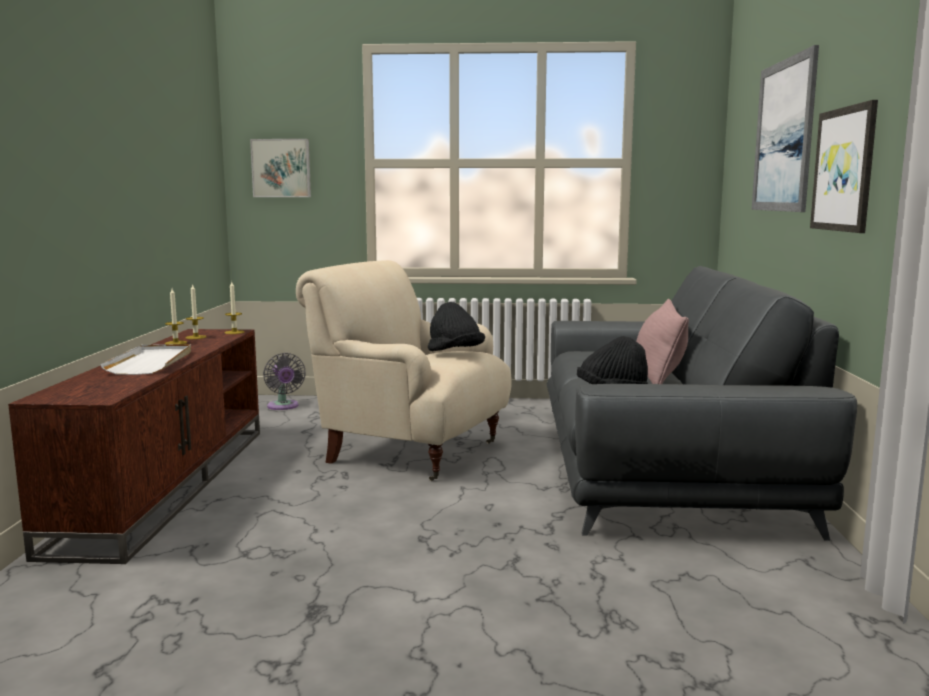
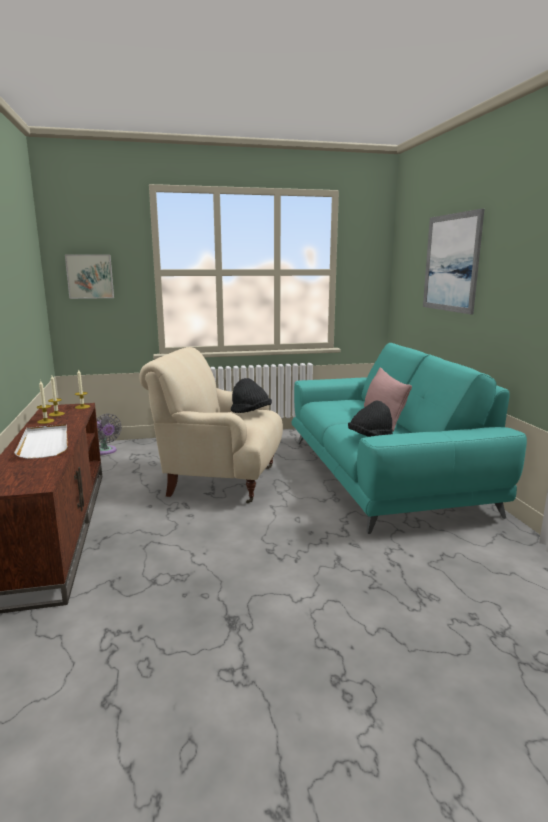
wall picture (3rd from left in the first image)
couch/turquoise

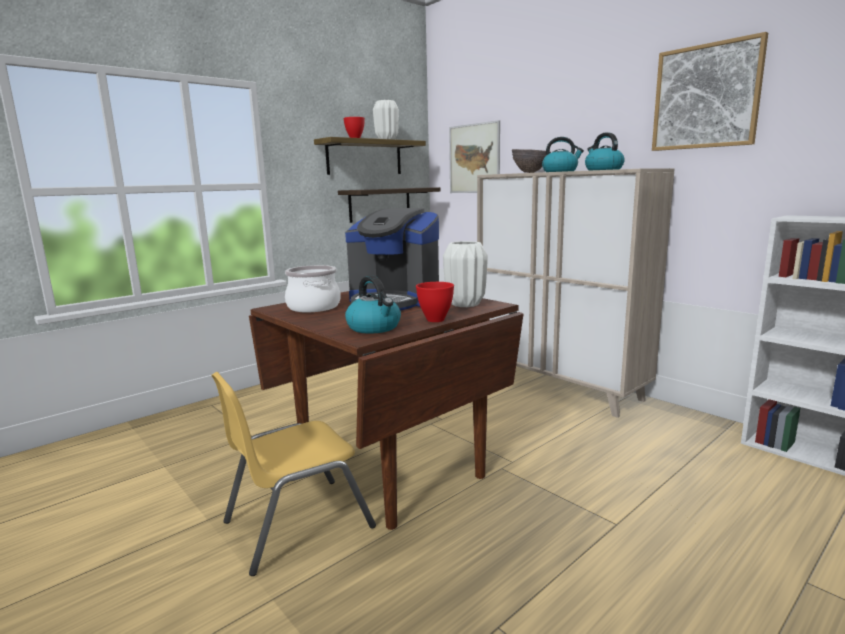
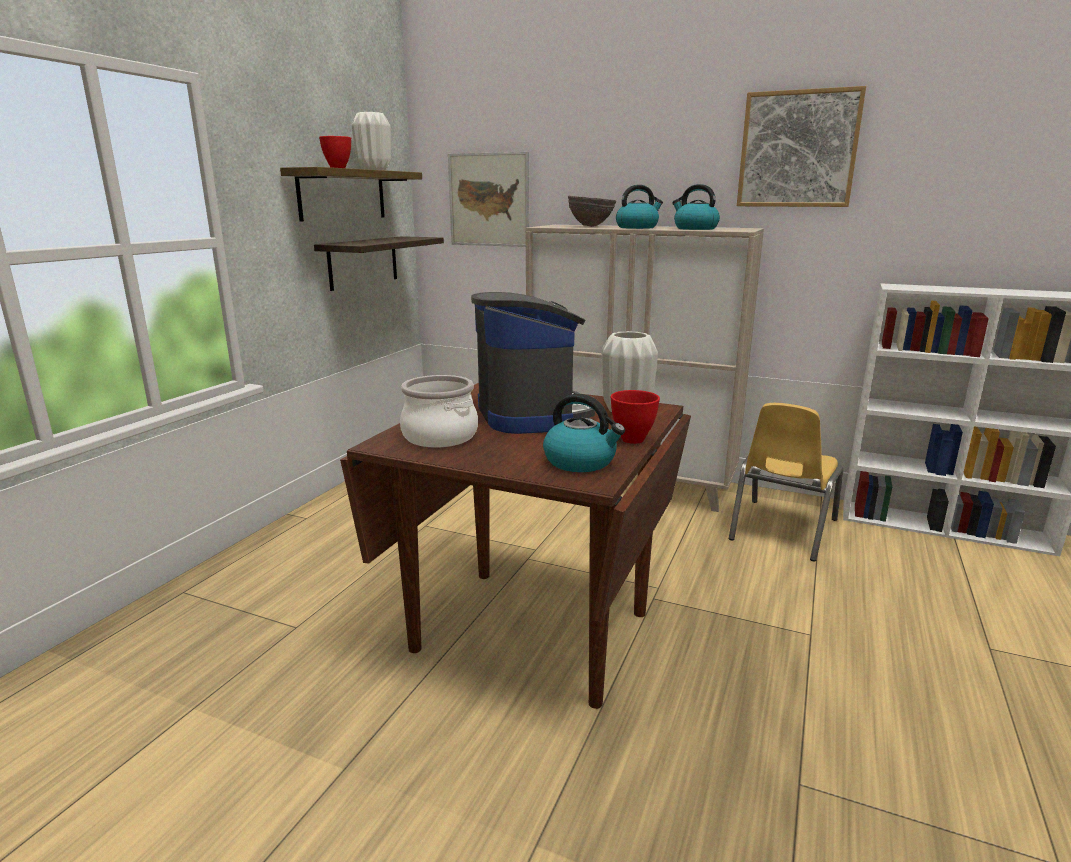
plain chair/yellow-coloured
coffee brewer

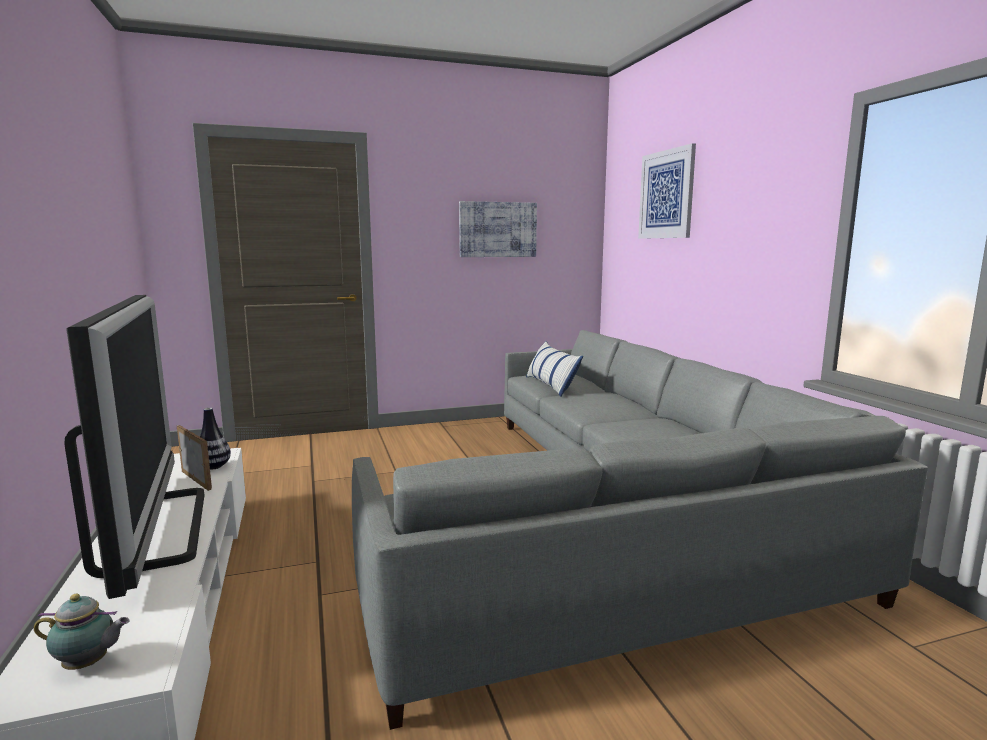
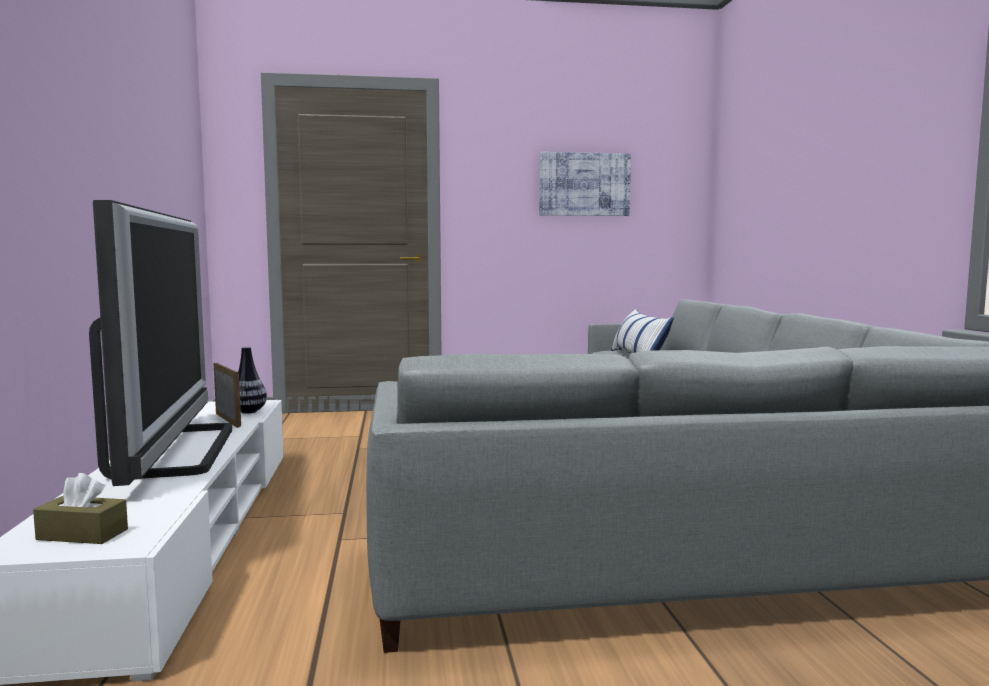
wall picture (2nd from left in the first image)
box of tissues/brown-coloured

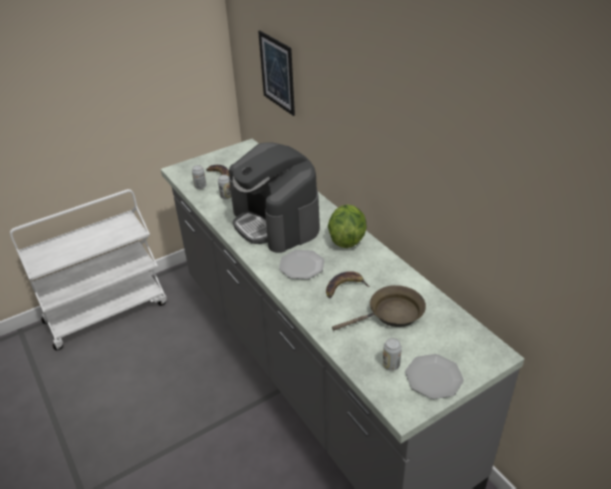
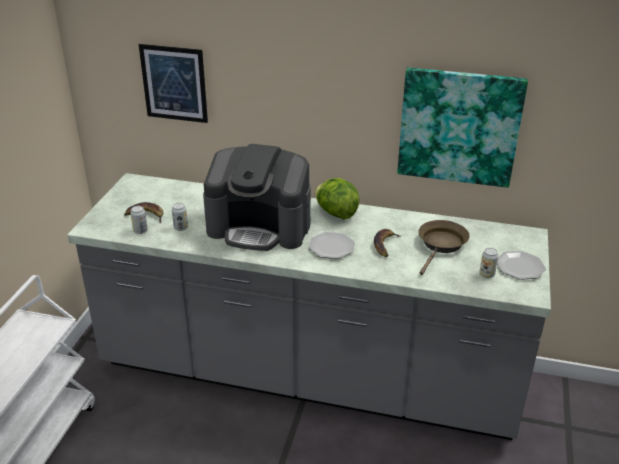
wall picture (2nd from left)

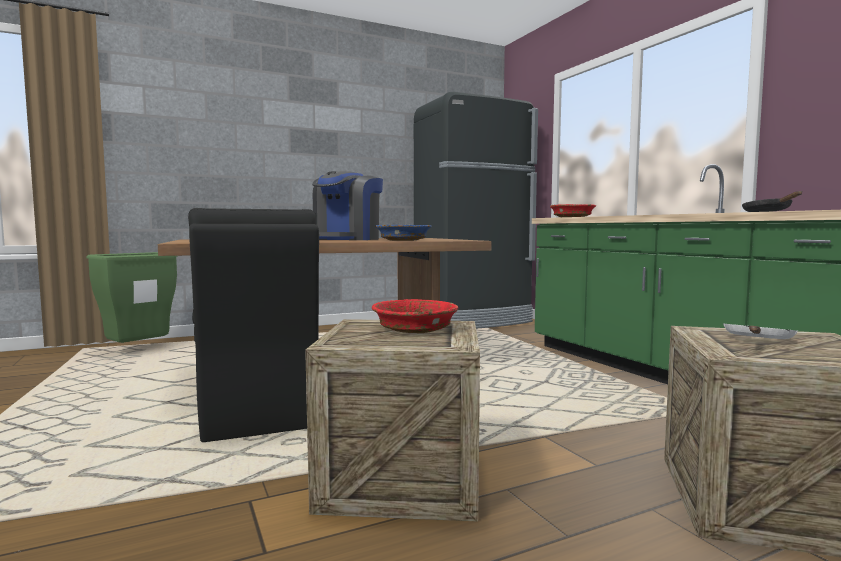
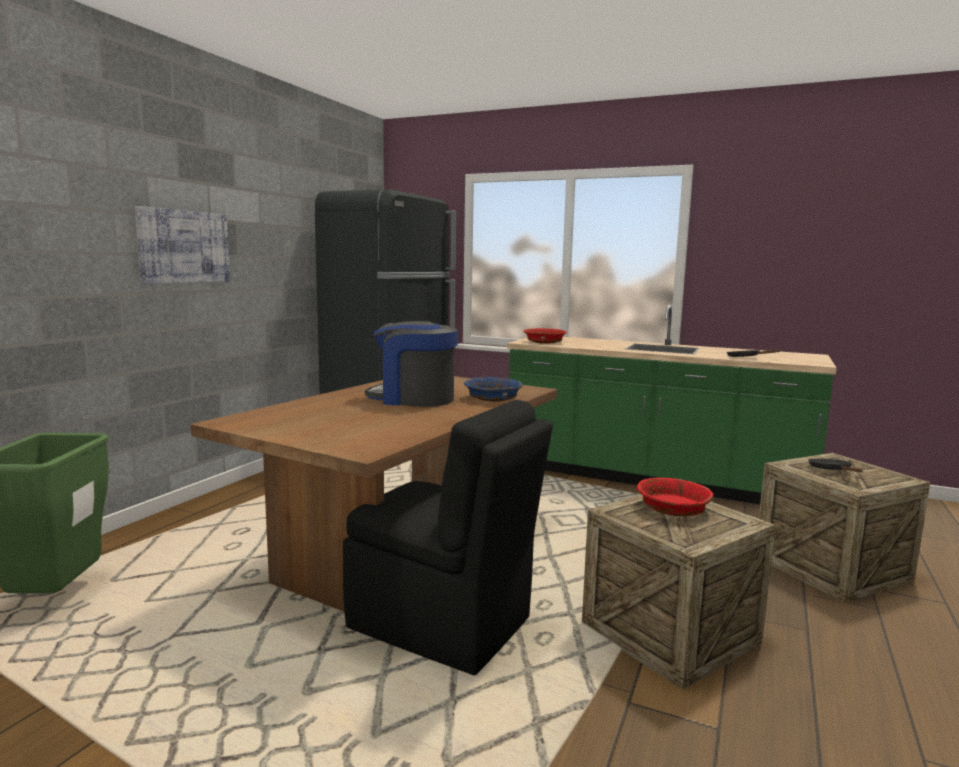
wall picture
pan/black (2nd from left)
coffee brewer

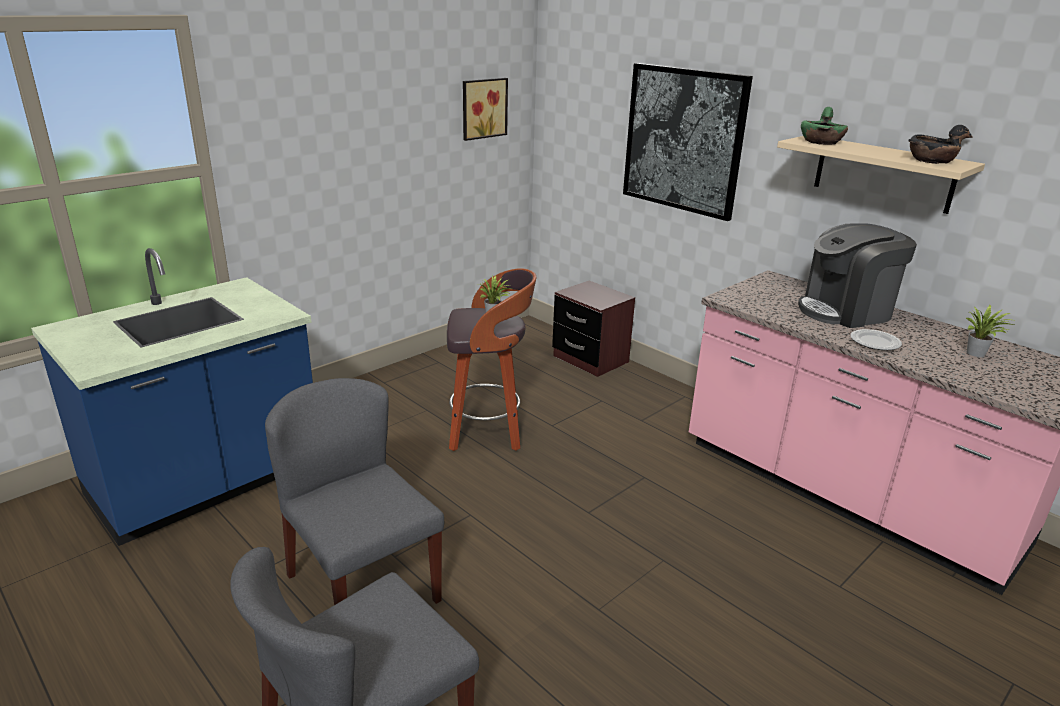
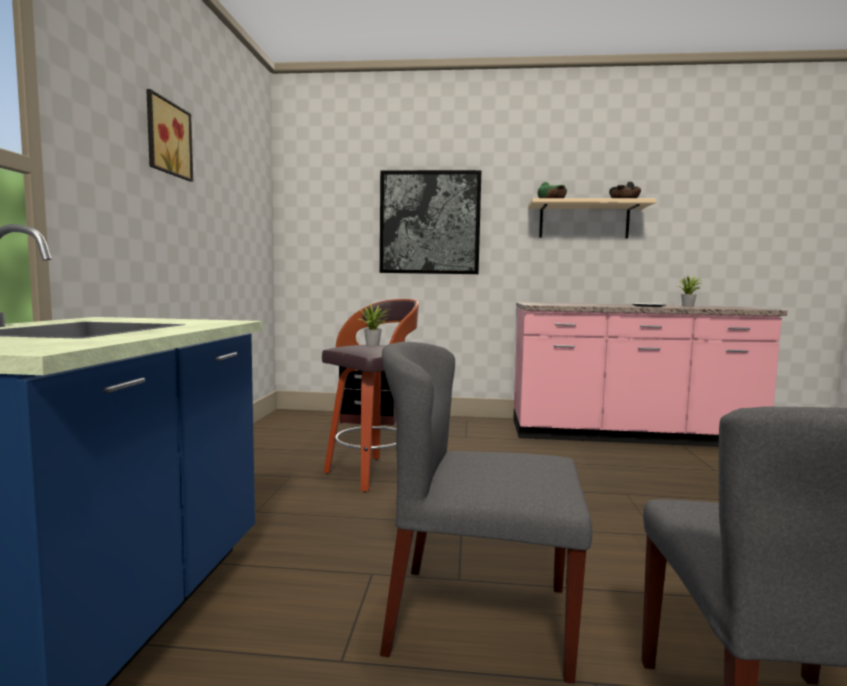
coffee brewer
wall picture (1st from left)

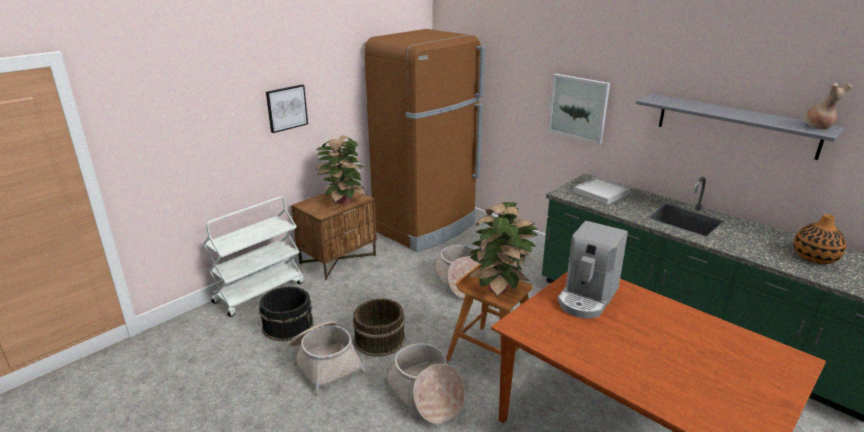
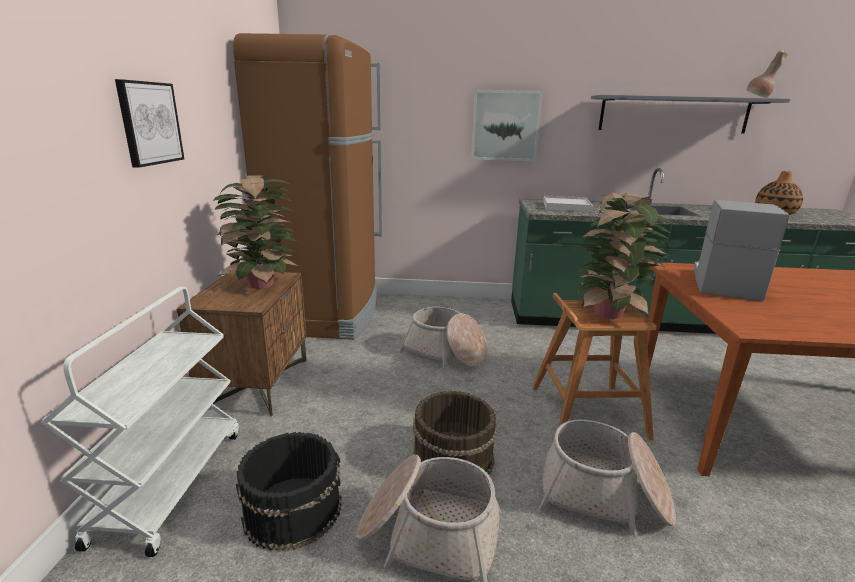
coffee brewer

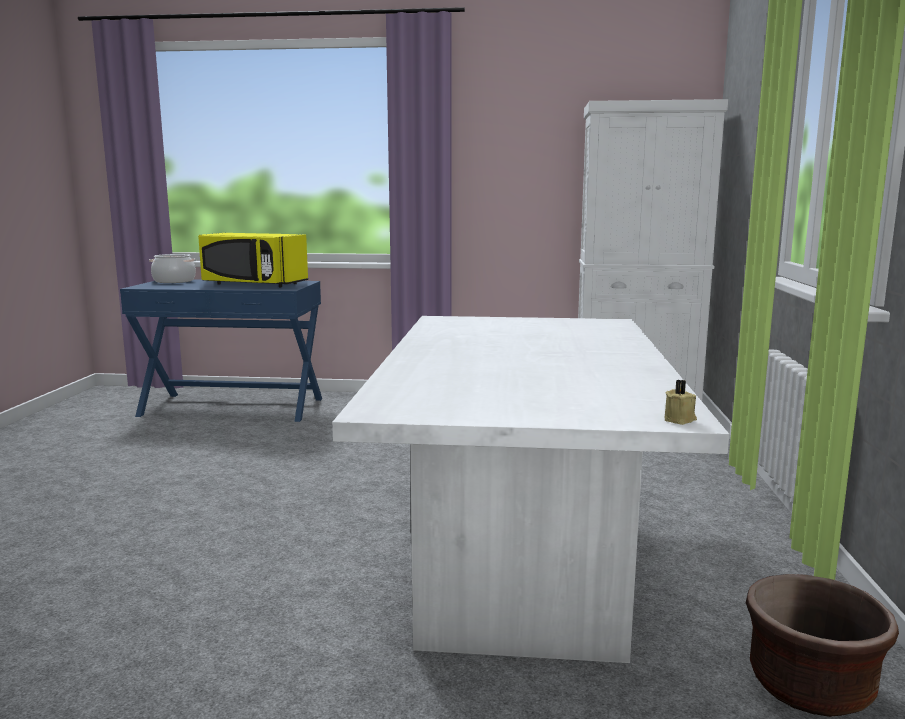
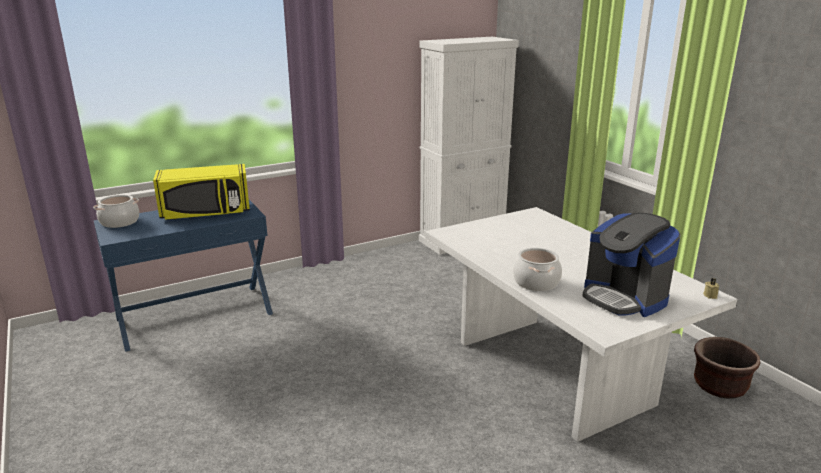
stockpot (2nd from left)
coffee brewer

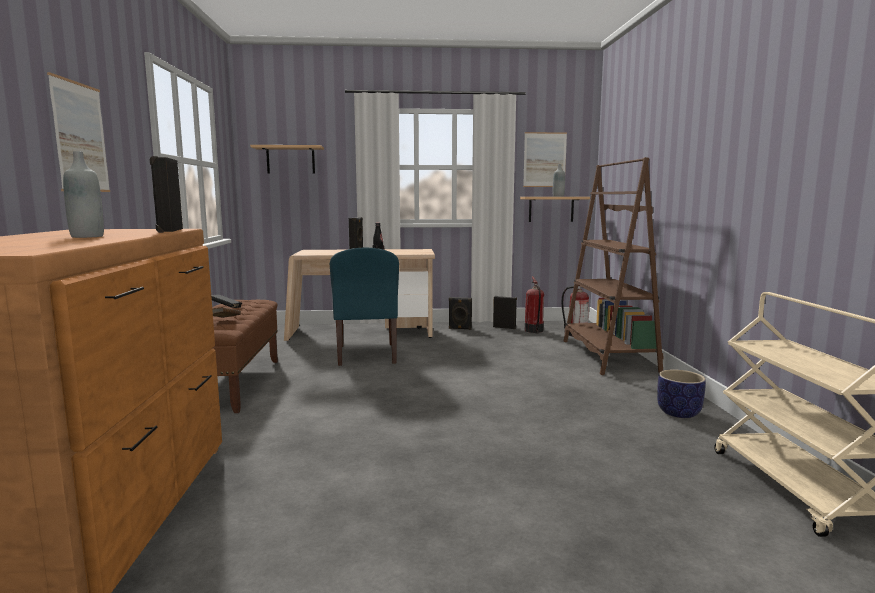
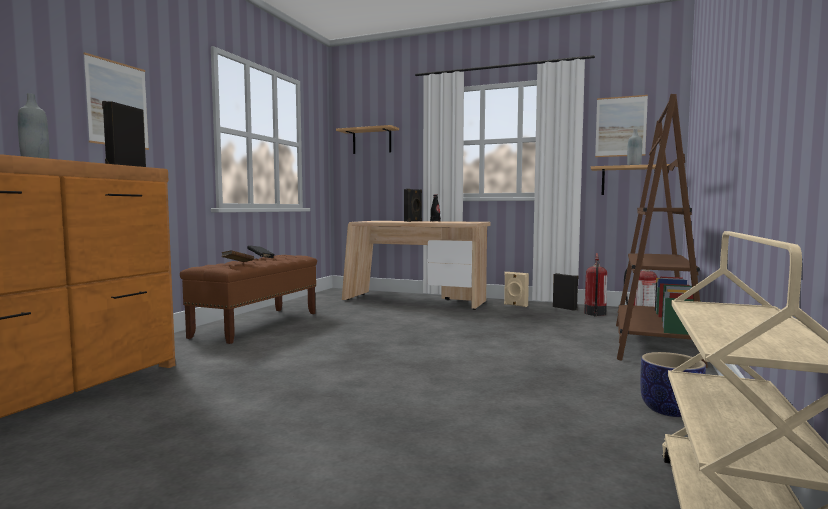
plain chair/bluish
audio speaker/sand-coloured

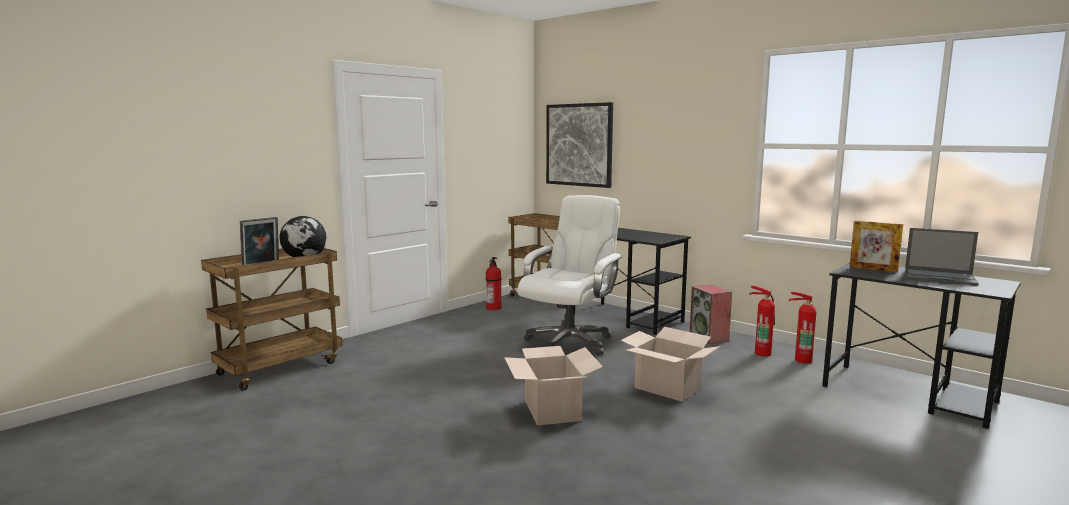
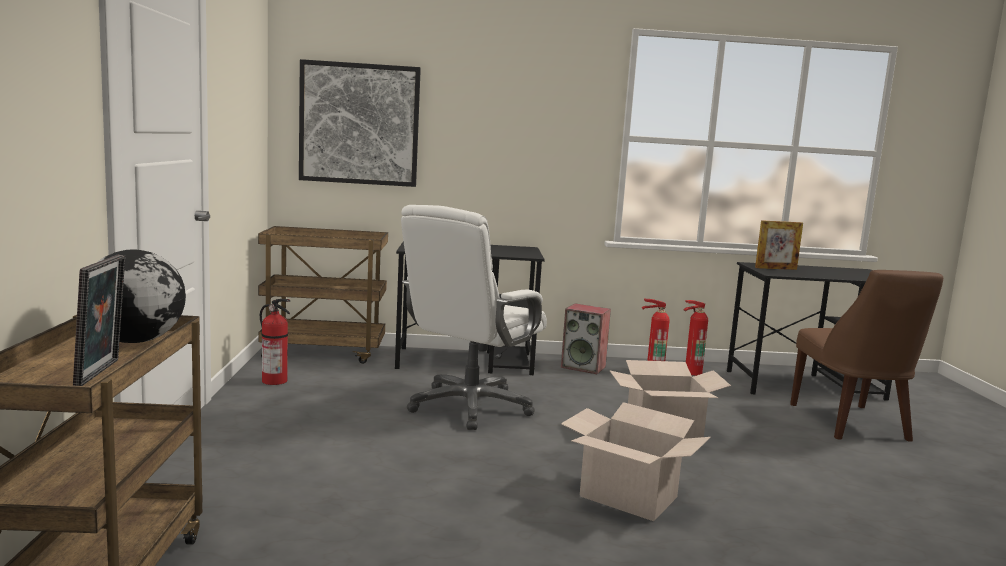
laptop
plain chair/brown-coloured
office chair/white

